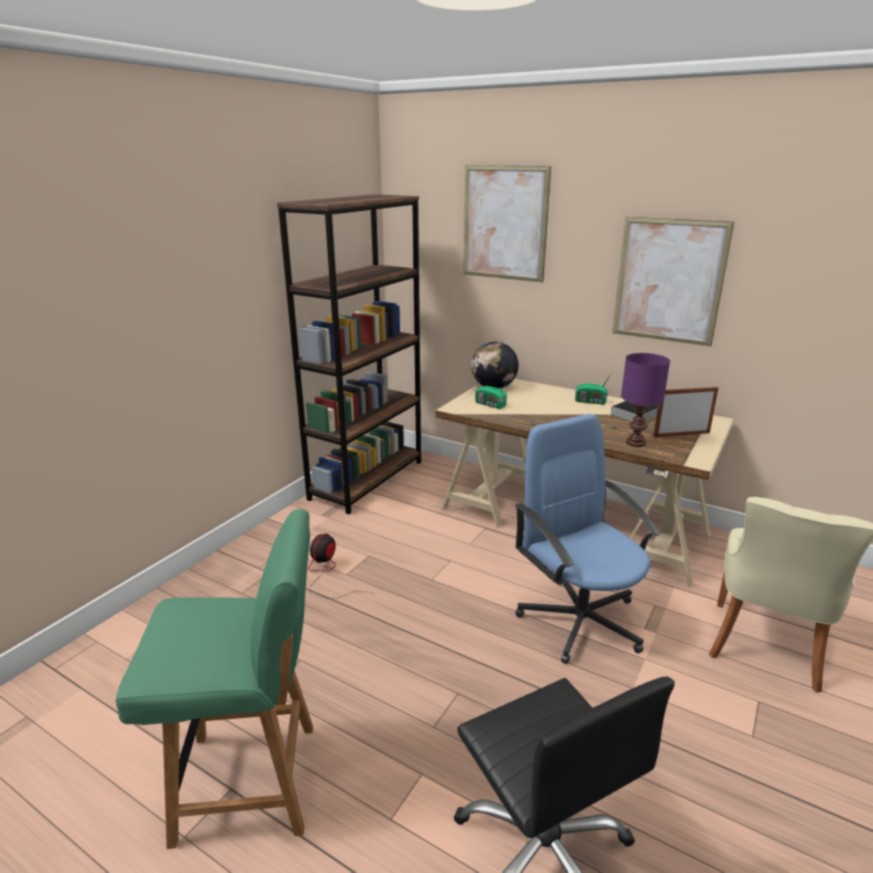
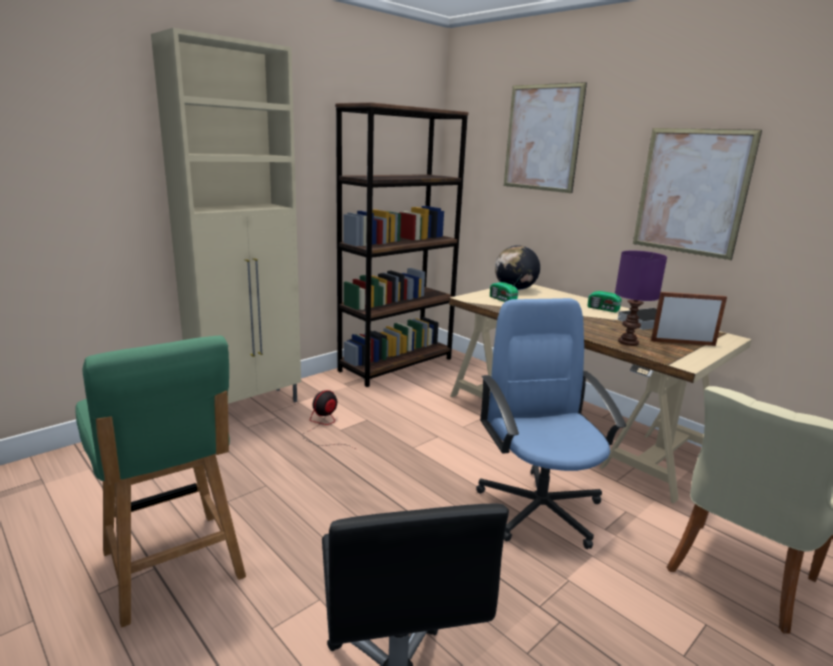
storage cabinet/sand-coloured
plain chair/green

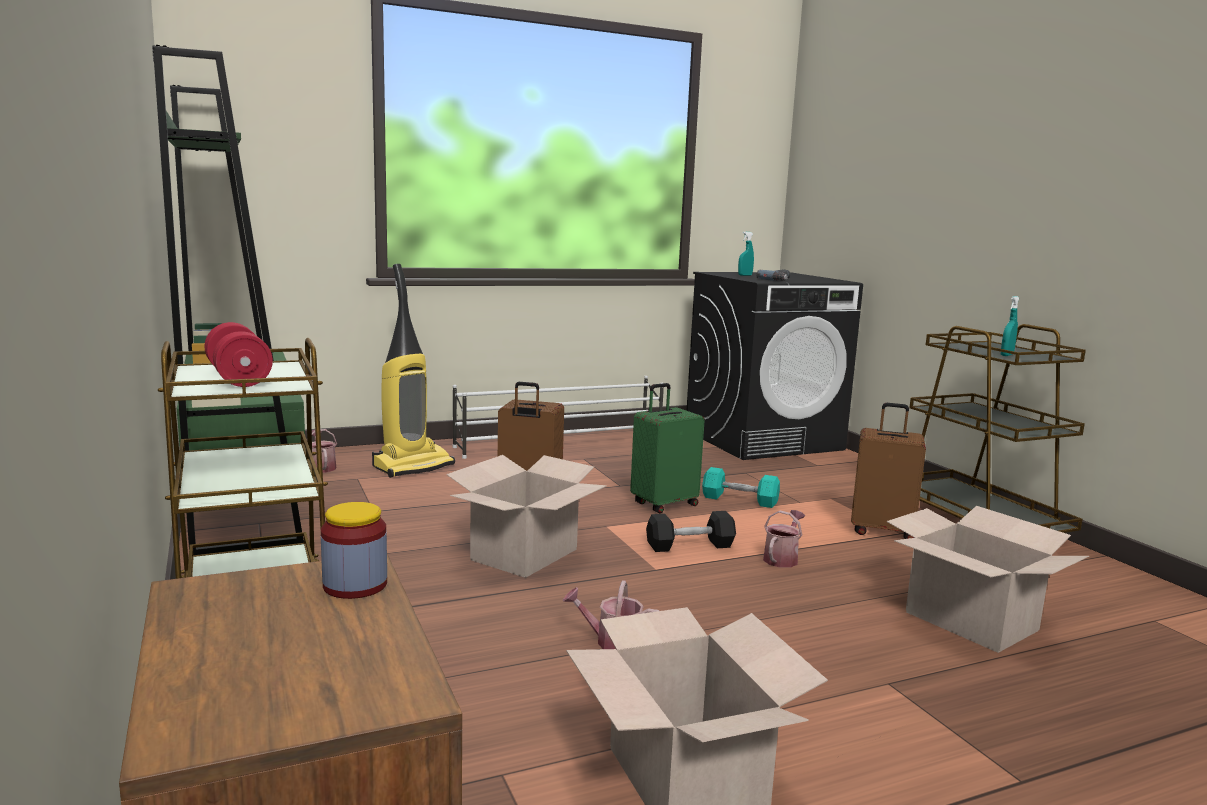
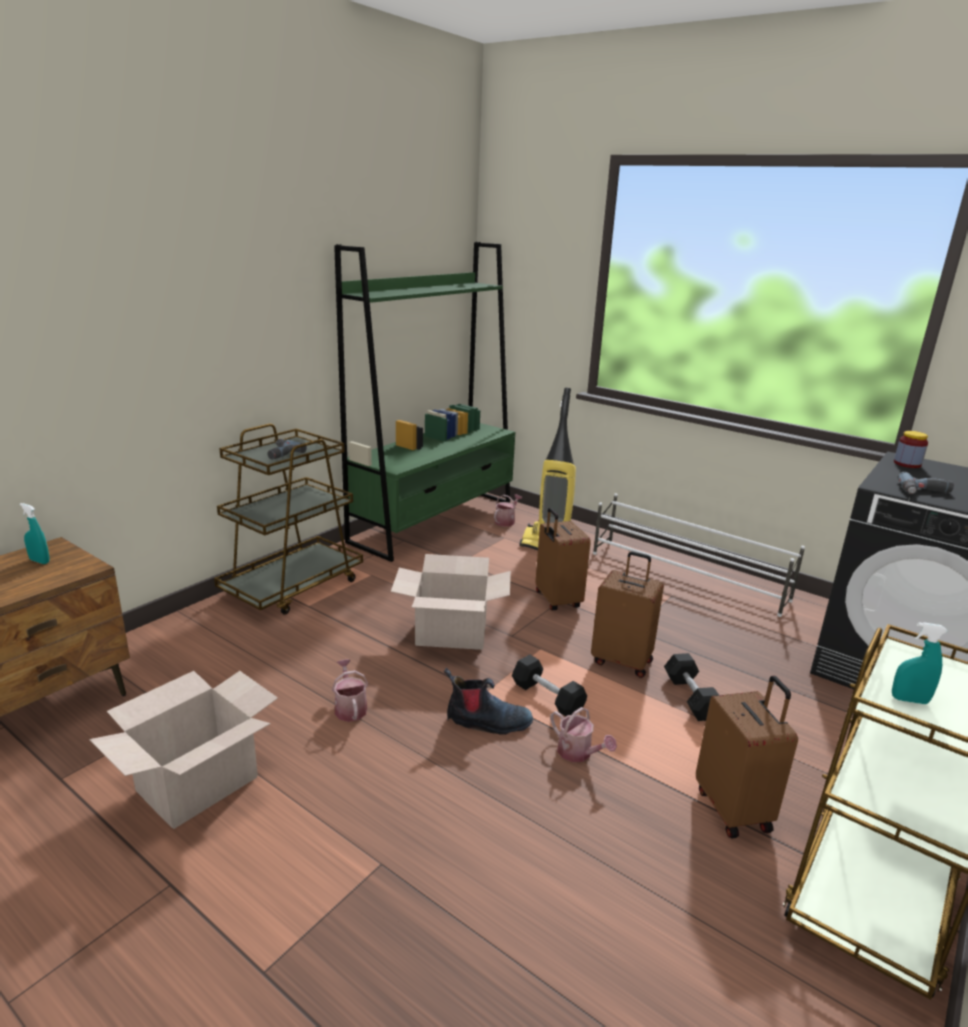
carton (3rd from left in the first image)
high-top boot
jar
sprayer/turquoise (1st from left)
electric drill (1st from left)
travel case/brown-coloured (2nd from left)
hand weight/black (2nd from left)
watering can (3rd from left)

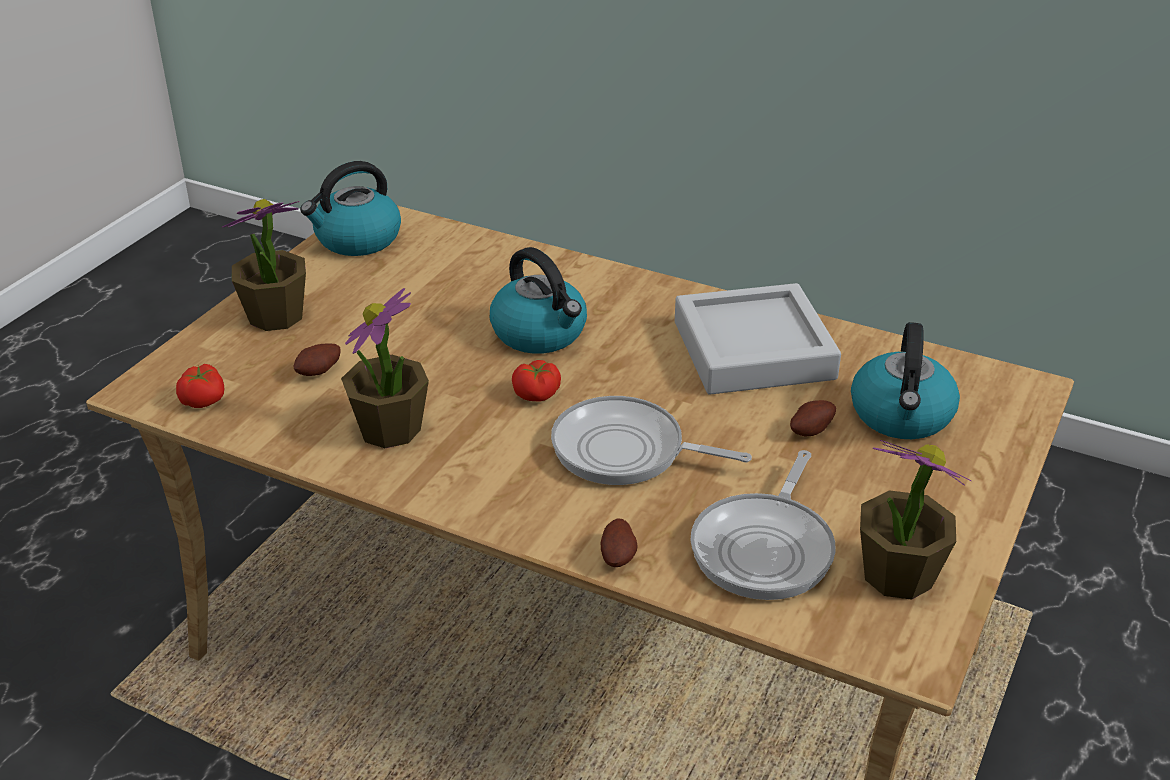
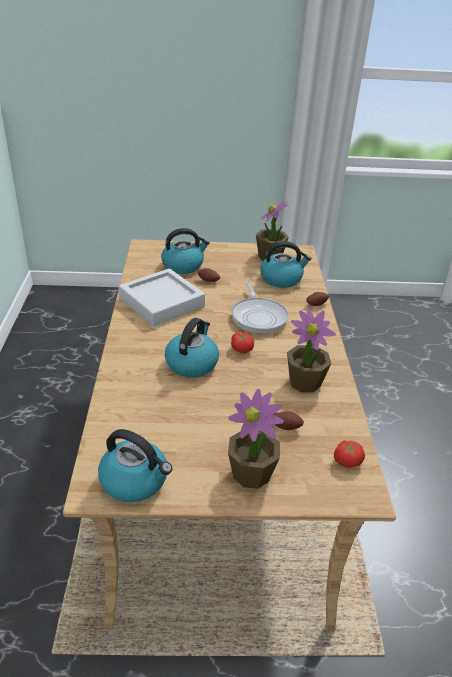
water kettle (4th from left)

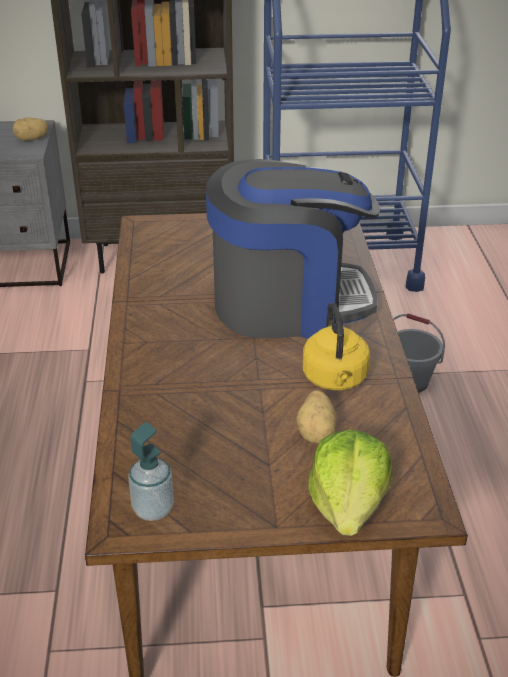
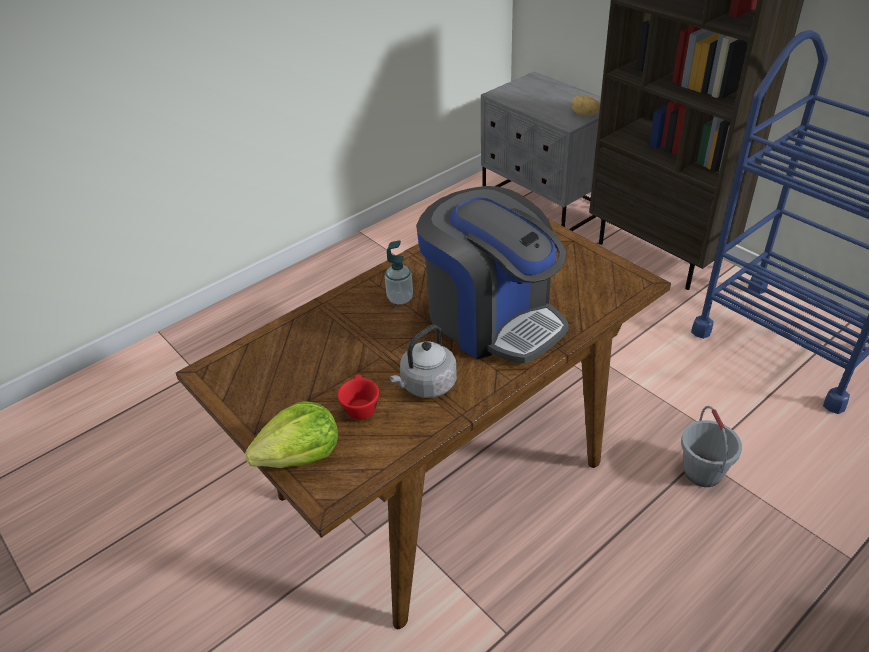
soap bottle
cup/red
water kettle/gray

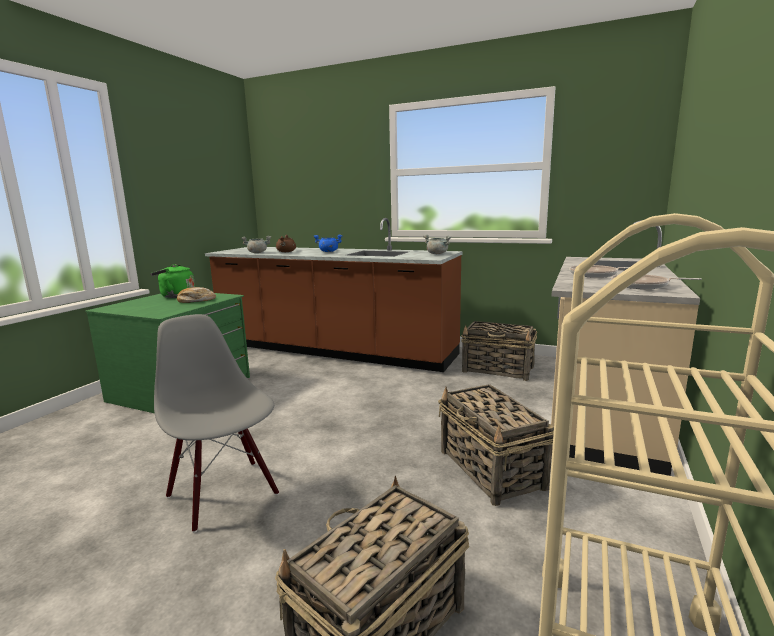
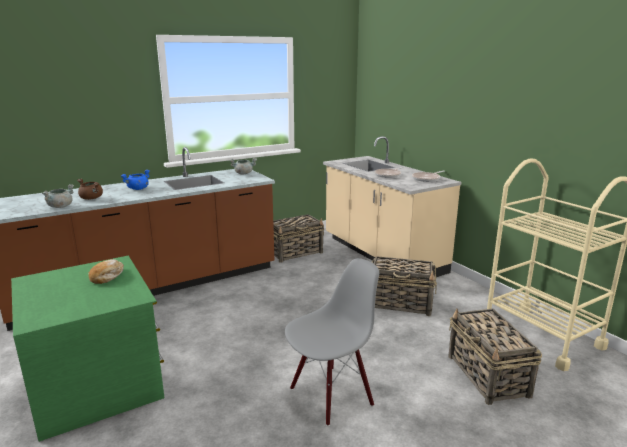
water kettle/green
plain chair/gray

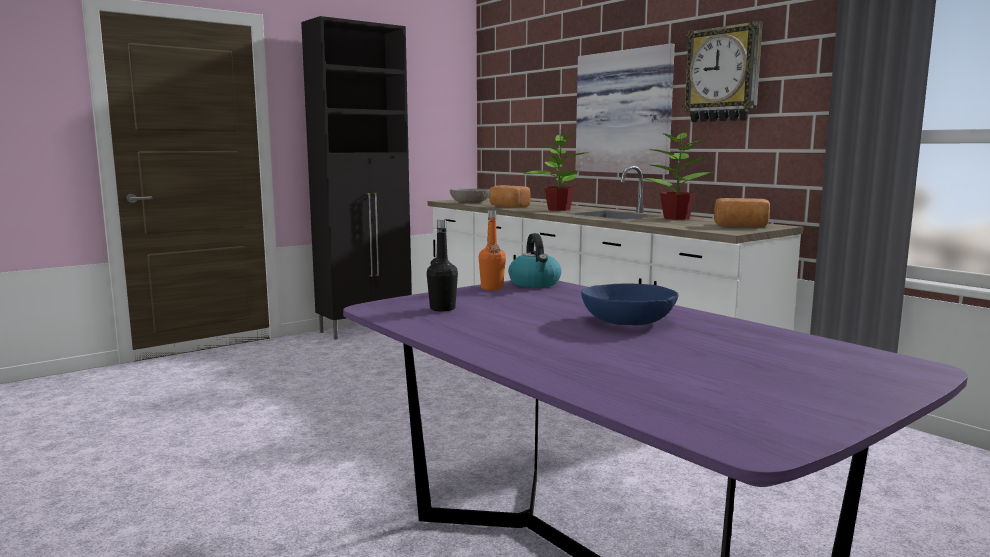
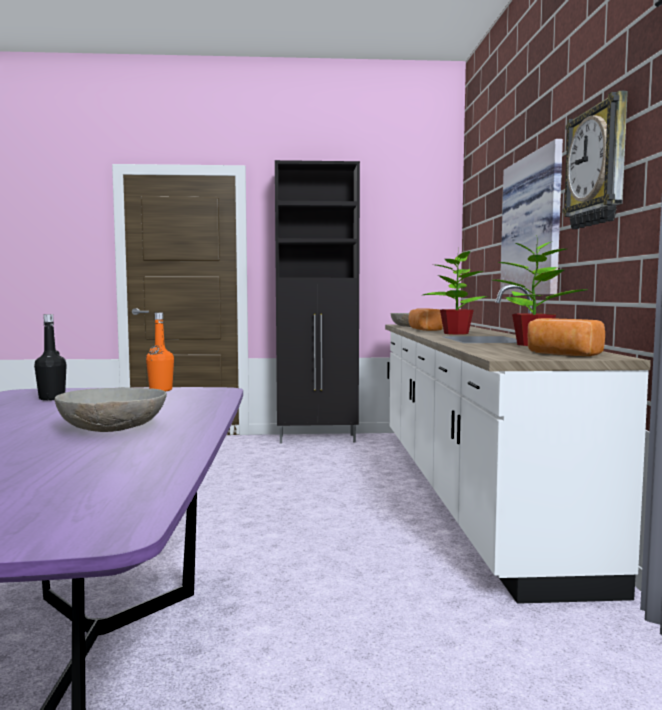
water kettle
bowl/gray (1st from left)

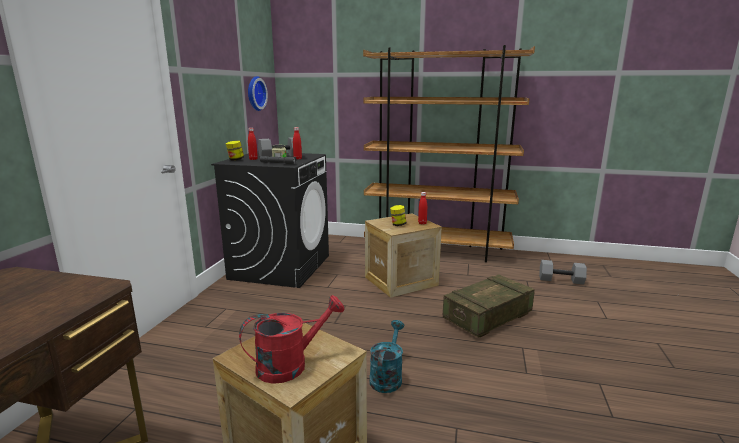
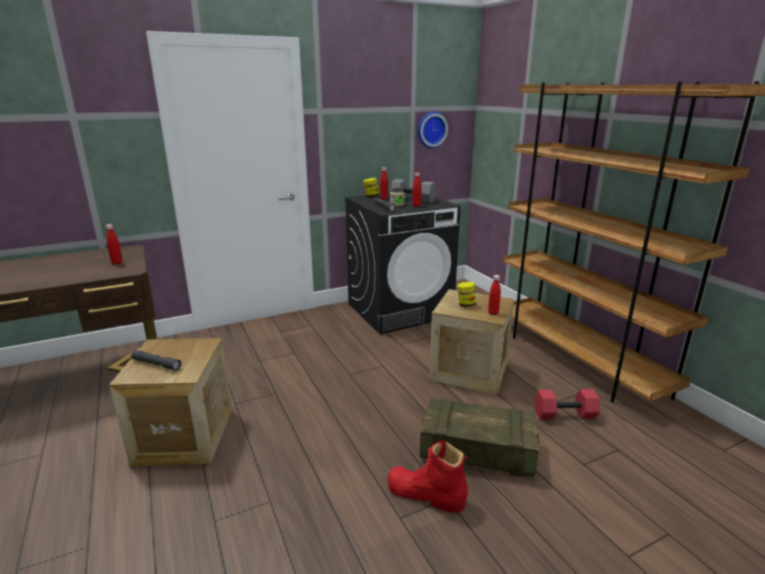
watering can/turquoise
hand weight/gray (2nd from left in the first image)
drink bottle/red (1st from left)
high-top boot/red
hand weight/red
torch/gray (1st from left)

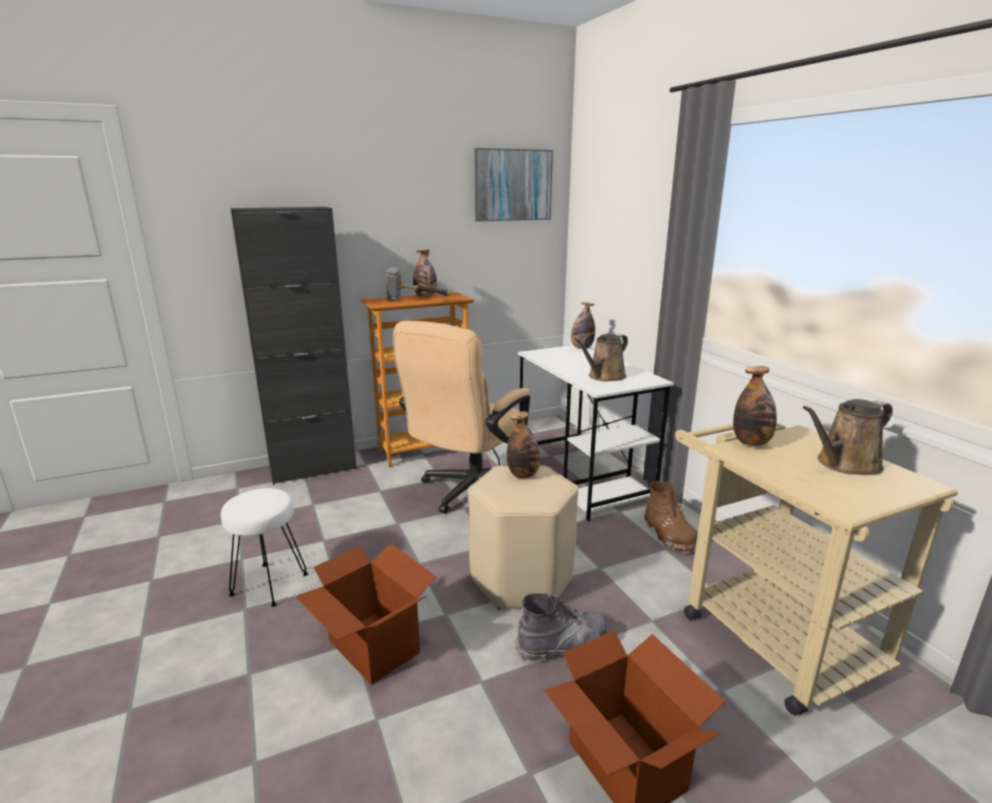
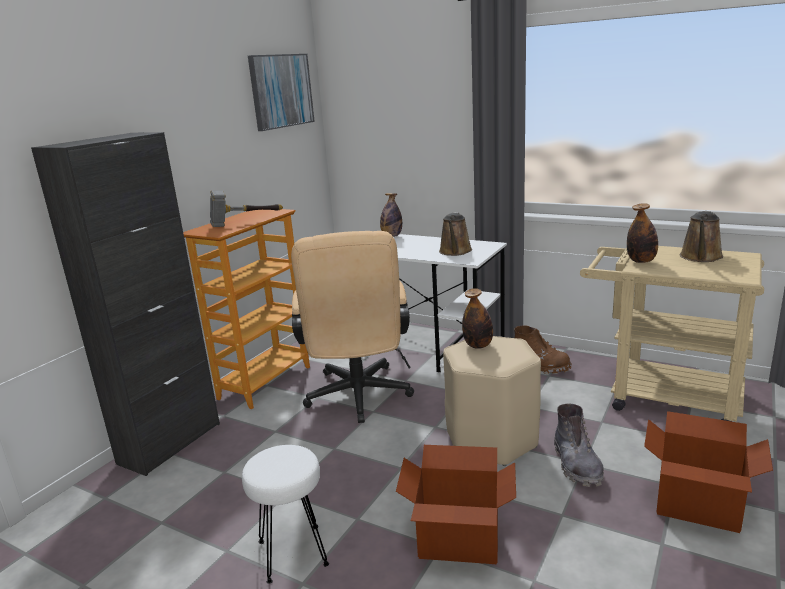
drink bottle (1st from left in the first image)
high-top boot/gray

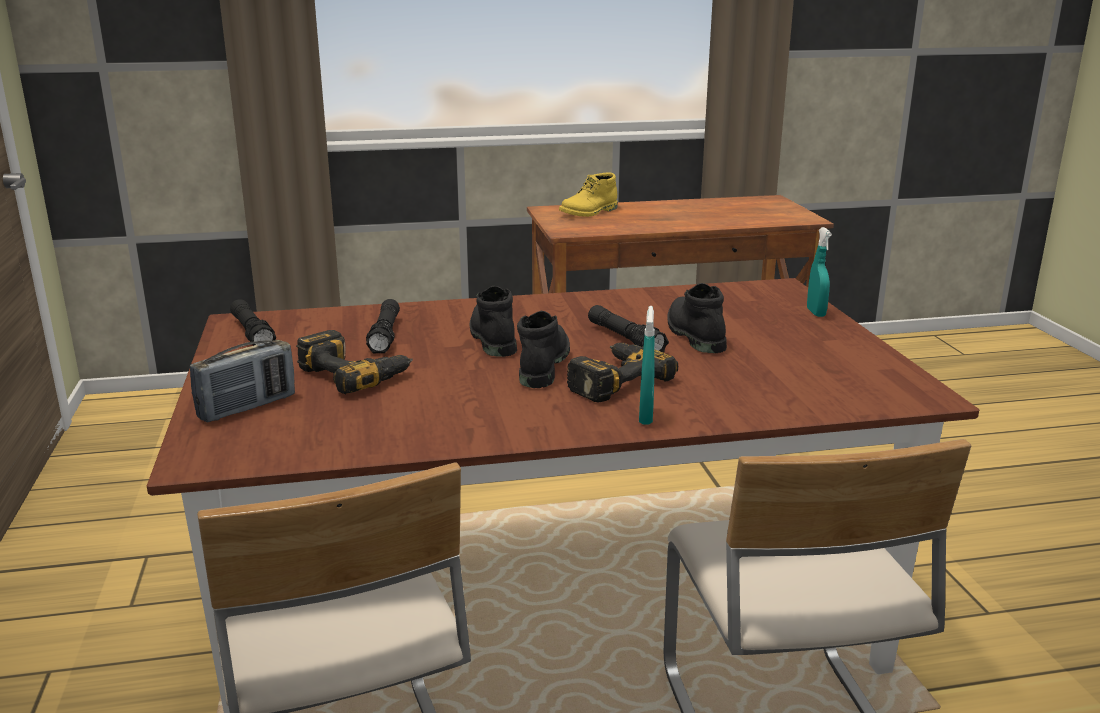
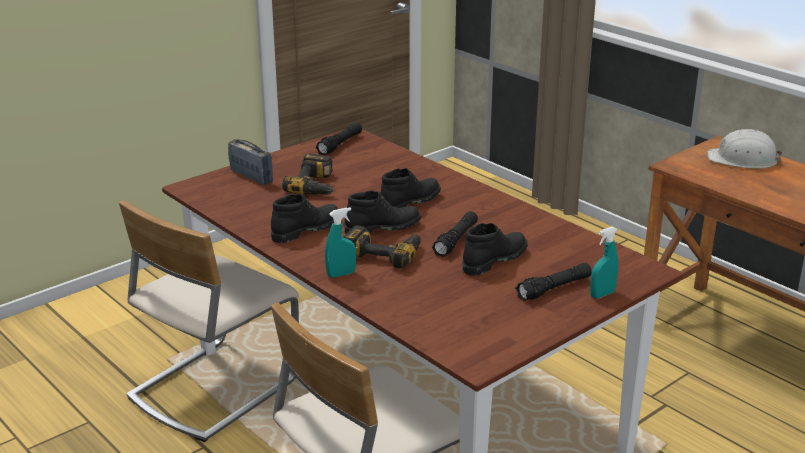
high-top boot/black (1st from left)
torch/black (3rd from left)
safety helmet/white
radio

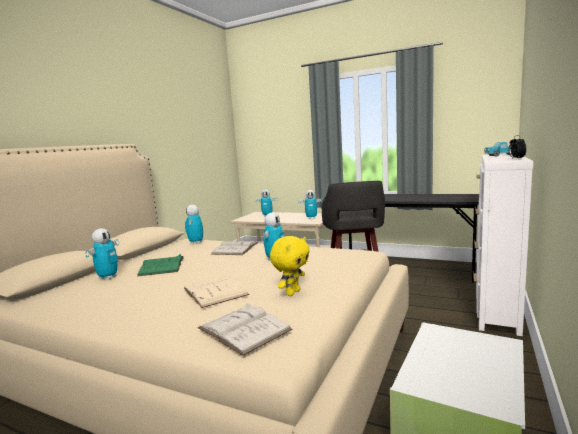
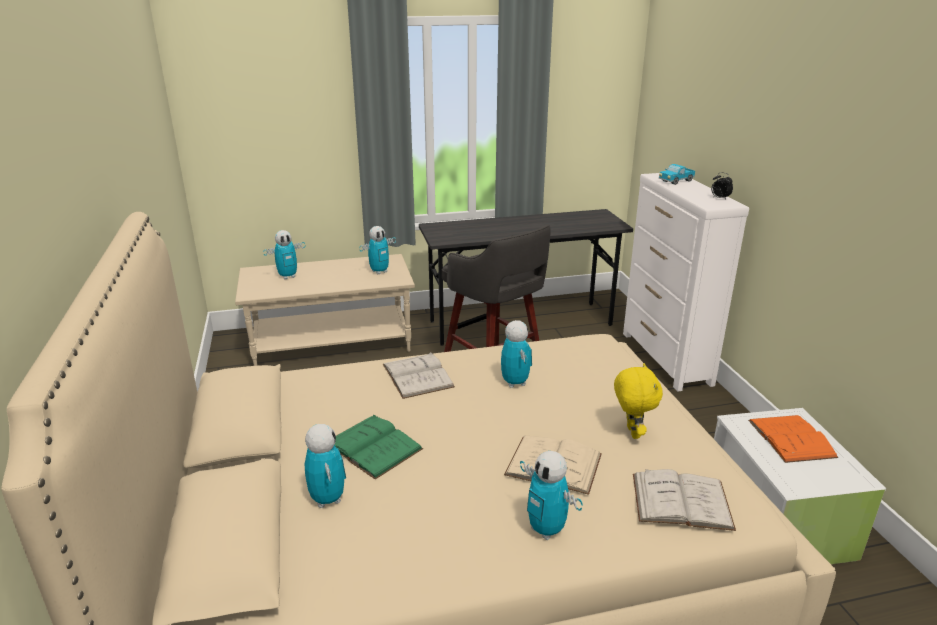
book/orangey
model robot (5th from left)

